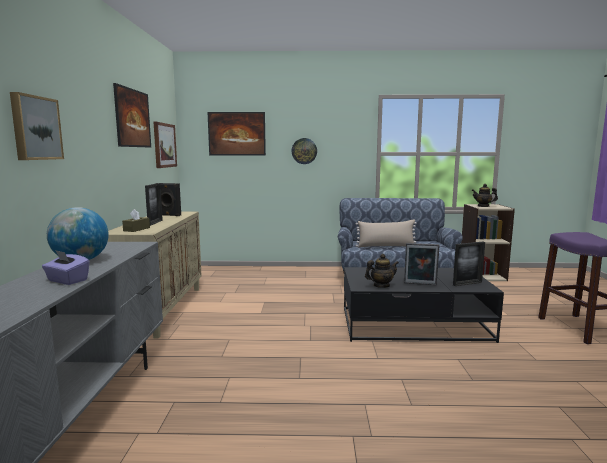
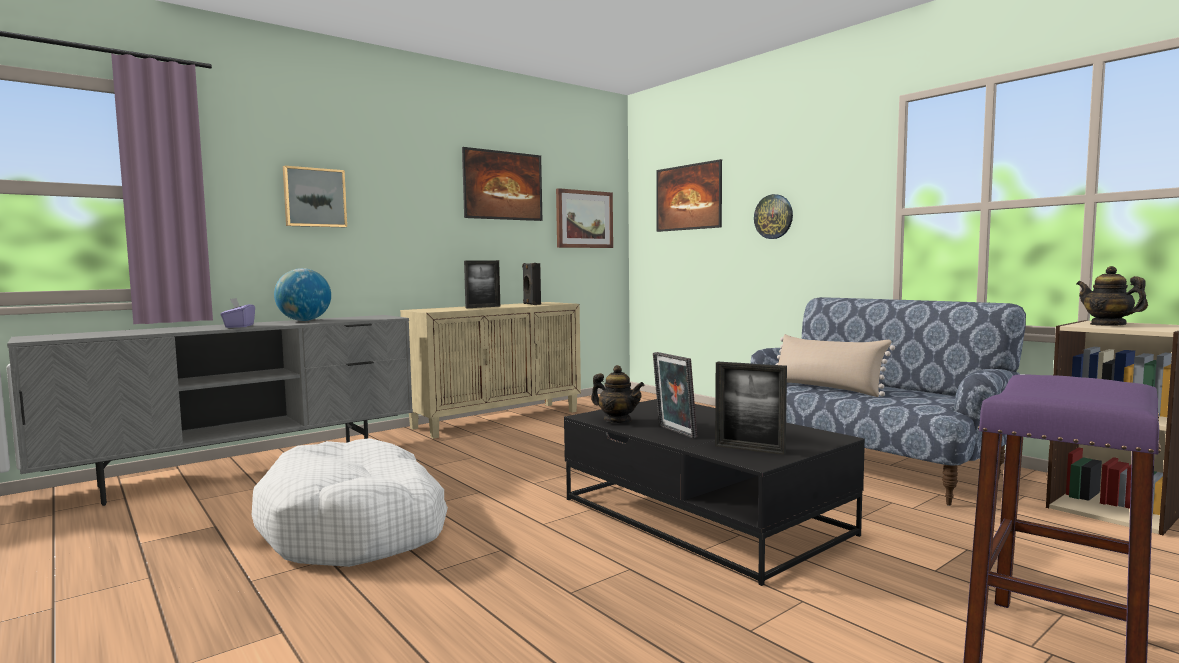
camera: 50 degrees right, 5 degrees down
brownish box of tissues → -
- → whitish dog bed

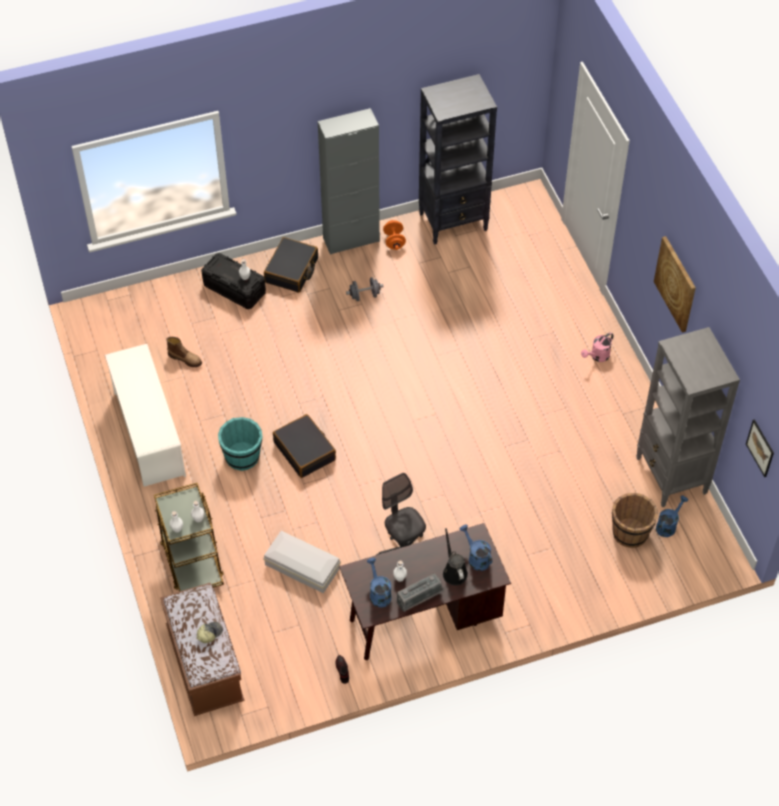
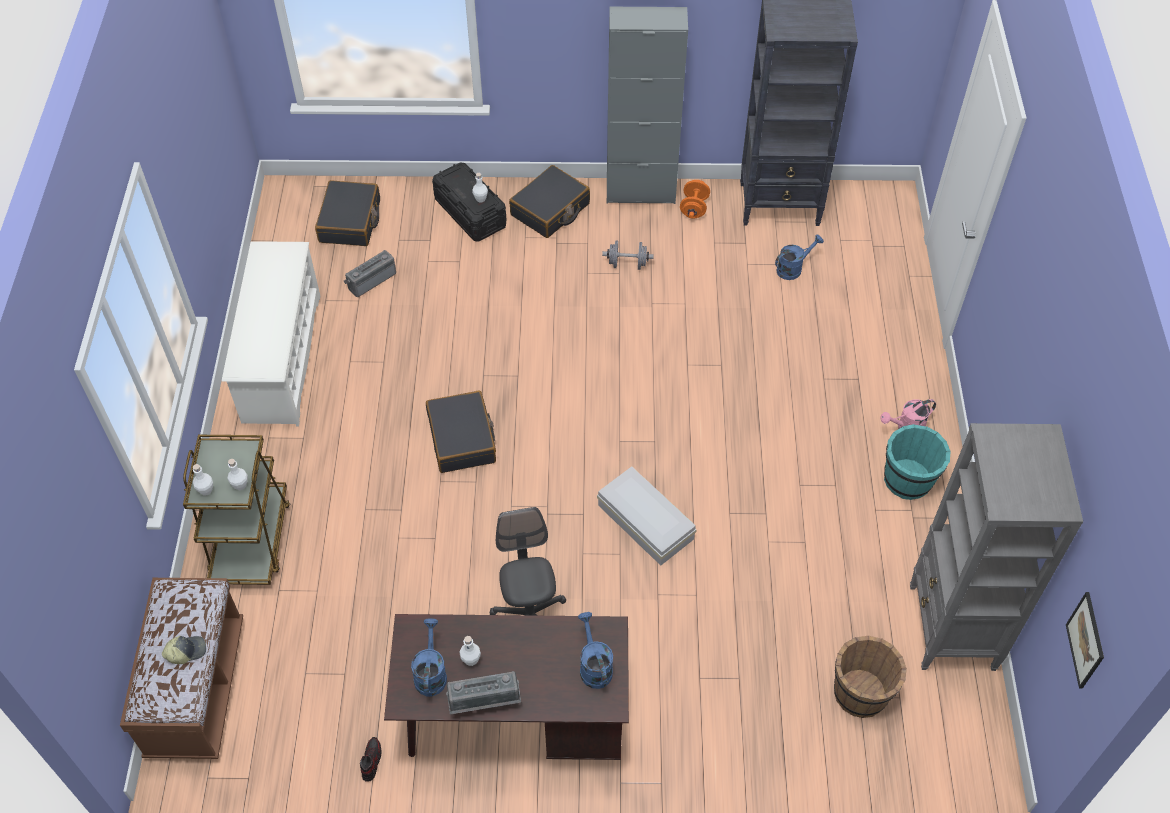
camera: 20 degrees right, 0 degrees up
boot → radio receiver (1st from left)
blue-green pail, moved
whitish storage container, moved
black watering pot → -
wall picture (1st from left) → -
bluish watering pot (3rd from left), moved
- → black piece of luggage (1st from left)

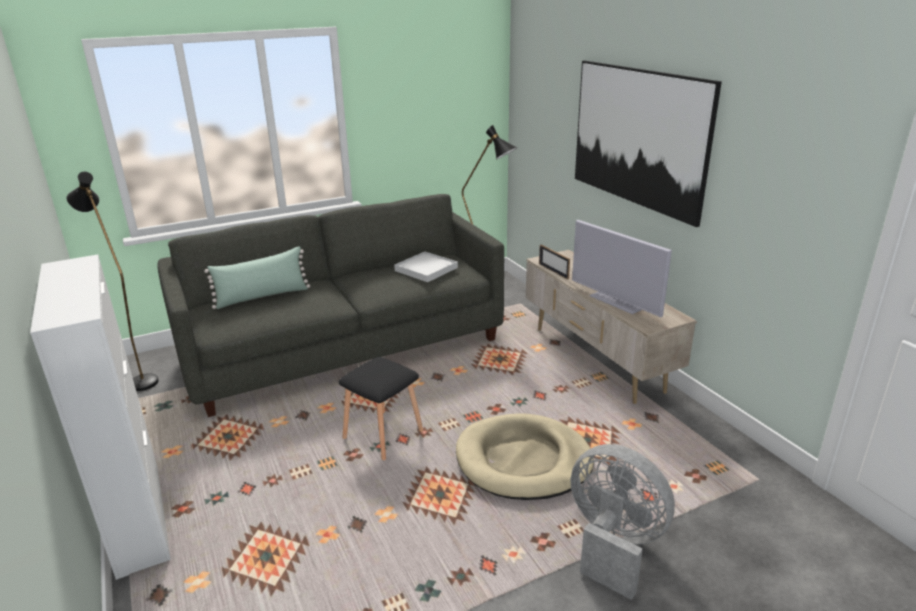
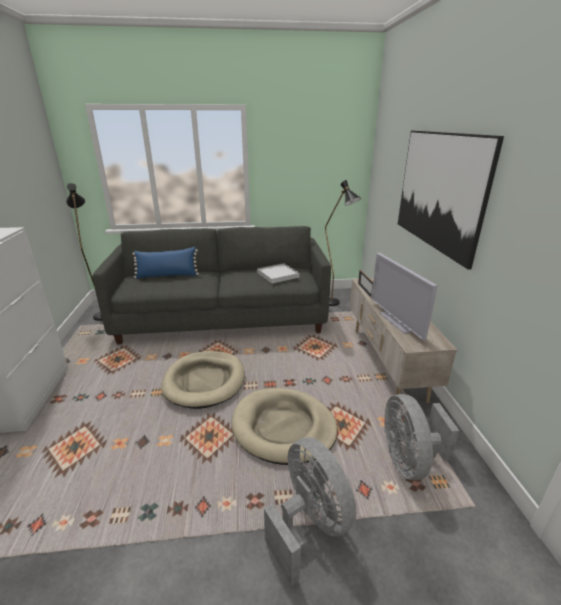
camera: 20 degrees right, 0 degrees up
greenish pillow → bluish pillow
black stool seat → beige dog bed (1st from left)
- → gray fan (2nd from left)

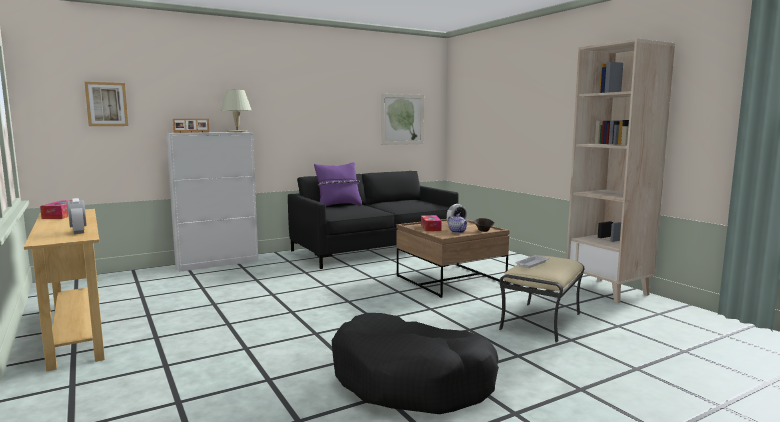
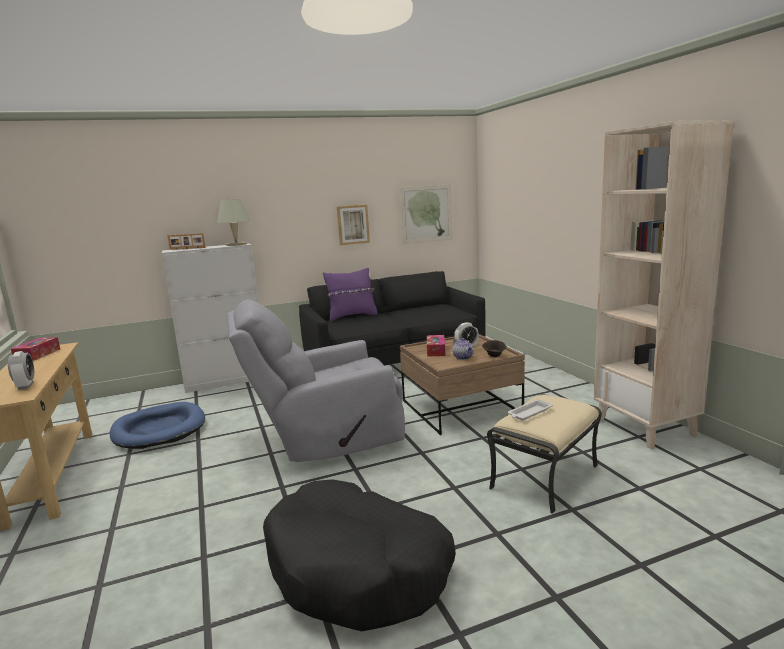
camera: 10 degrees right, 5 degrees up
wall picture (1st from left), moved
- → bluish dog bed
- → gray lounge chair

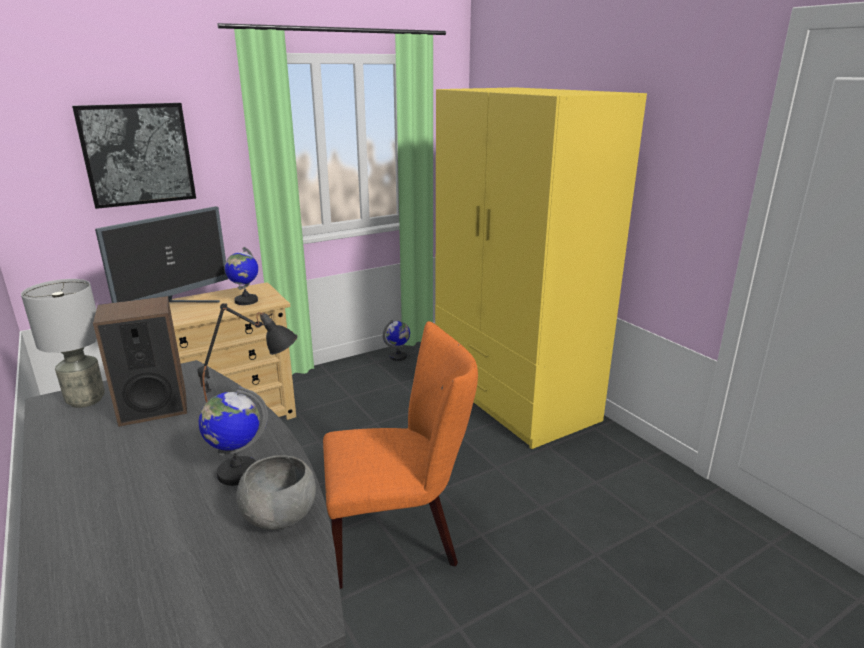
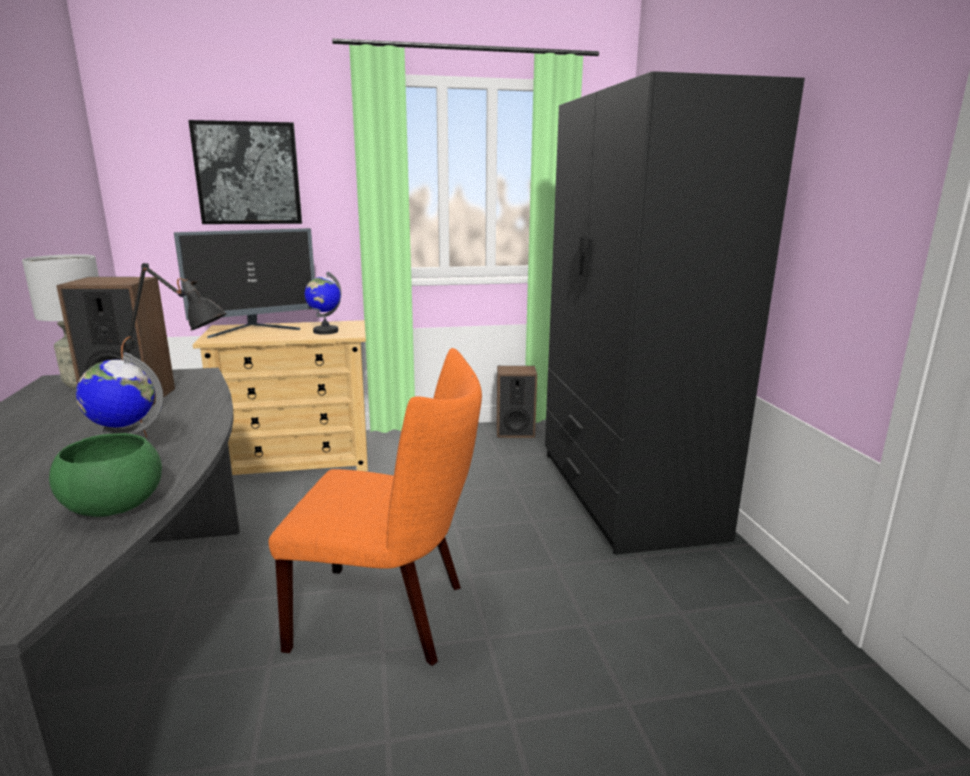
camera: 20 degrees right, 5 degrees down
gray bowl → greenish bowl
desk globe (3rd from left) → loudspeaker (2nd from left)
yellow-coloured wardrobe → black wardrobe

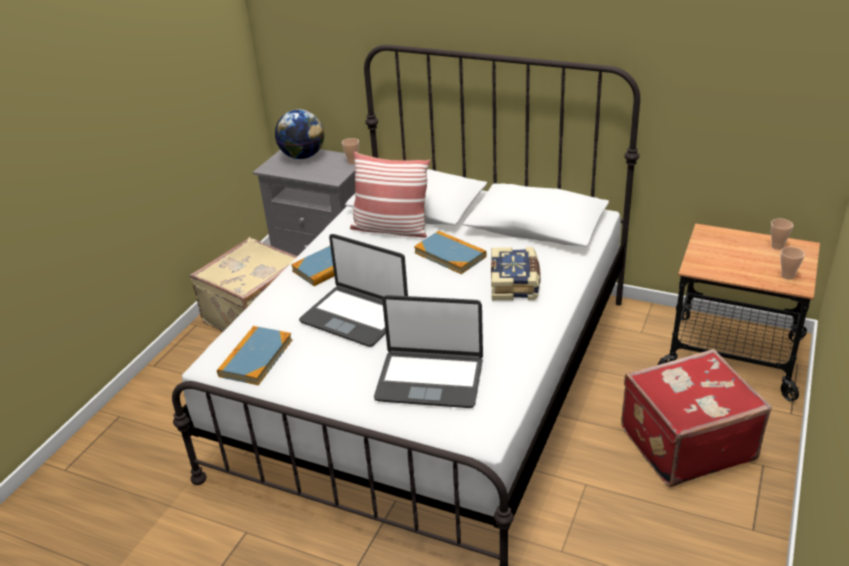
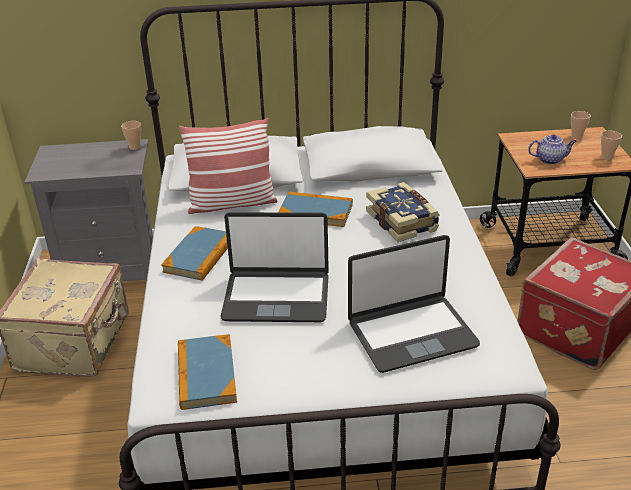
camera: 30 degrees left, 0 degrees up
desk globe → -
- → teapot

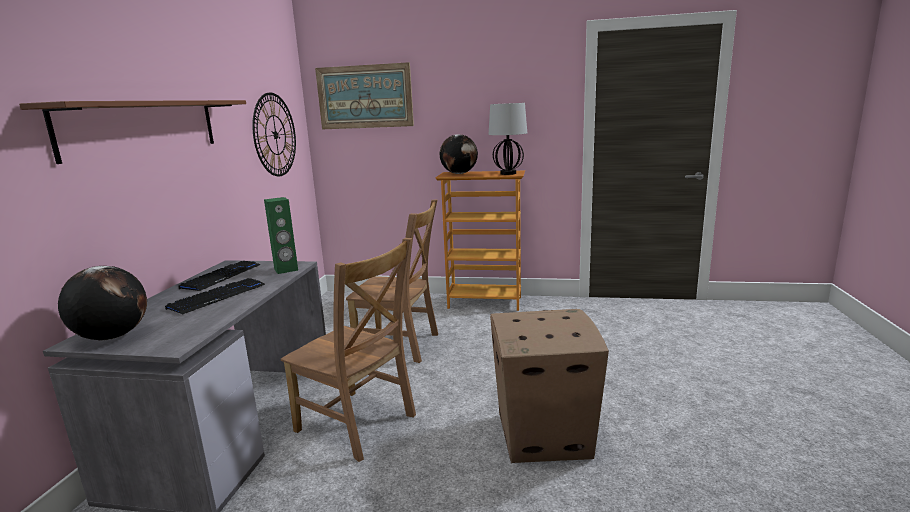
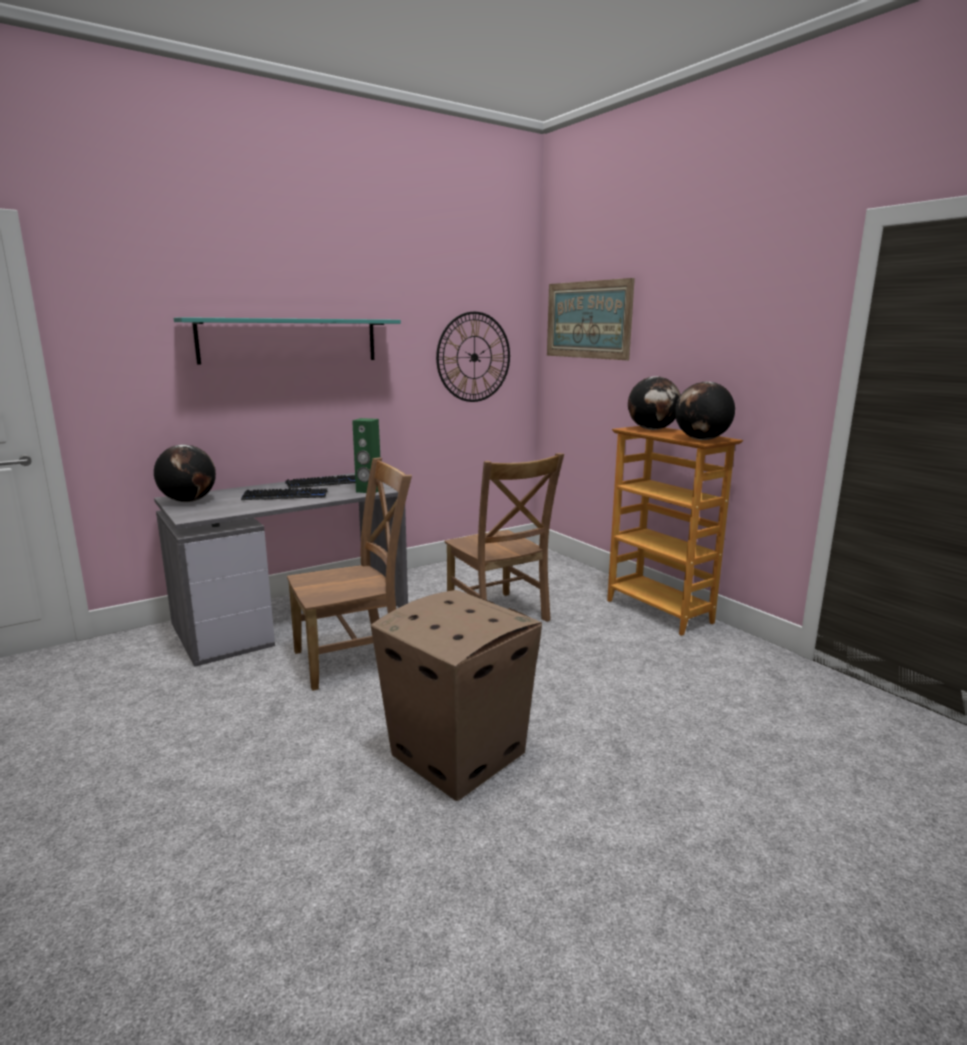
camera: 45 degrees right, 0 degrees up
brownish shelf → blue-green shelf
brownish chair (1st from left), 105 degrees counterclockwise
tabletop lamp → desk globe (3rd from left)

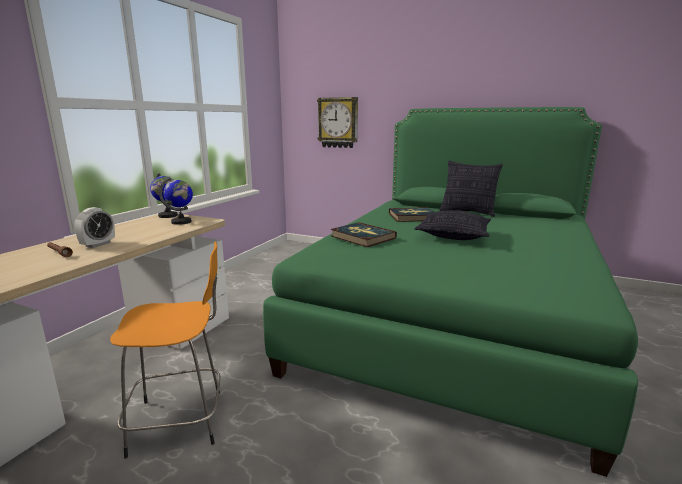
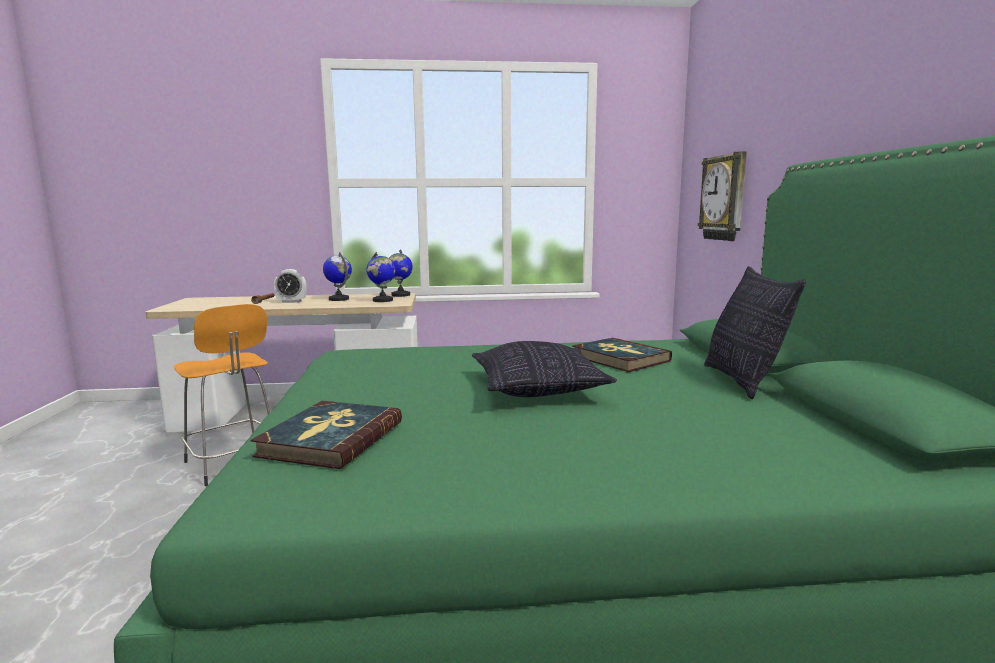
camera: 60 degrees right, 5 degrees down
book (1st from left), moved
- → desk globe (1st from left)

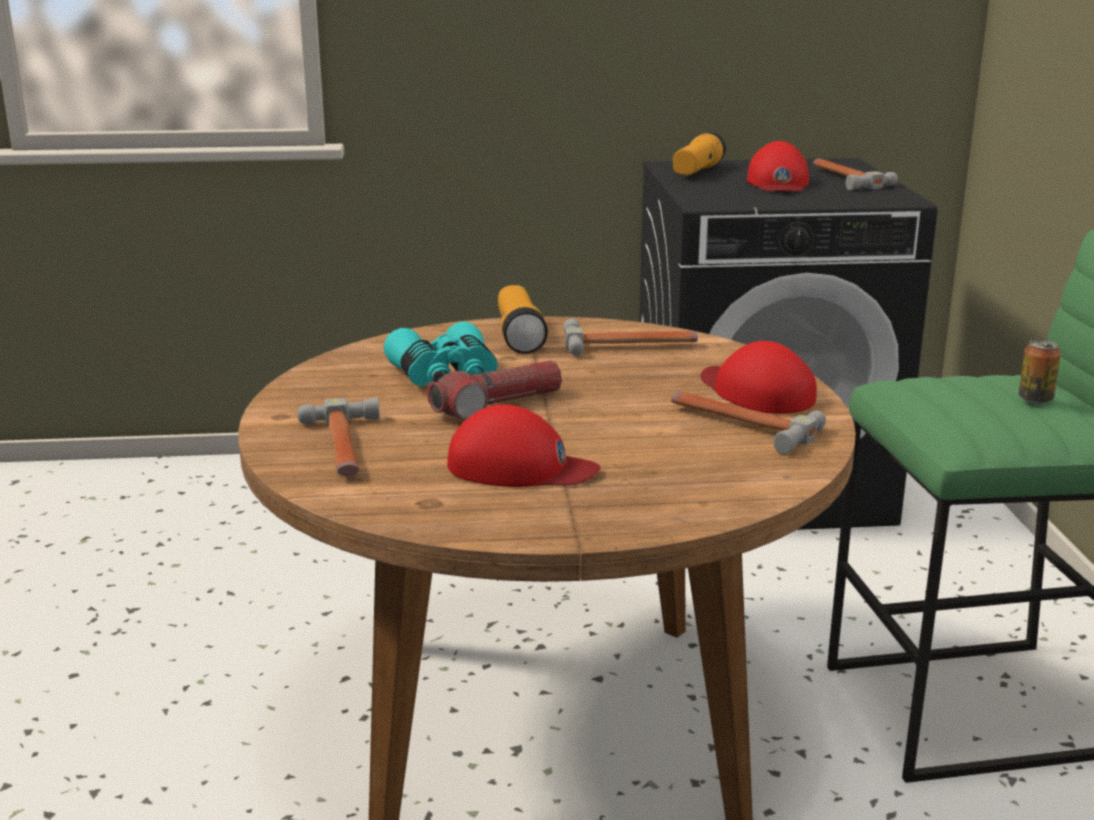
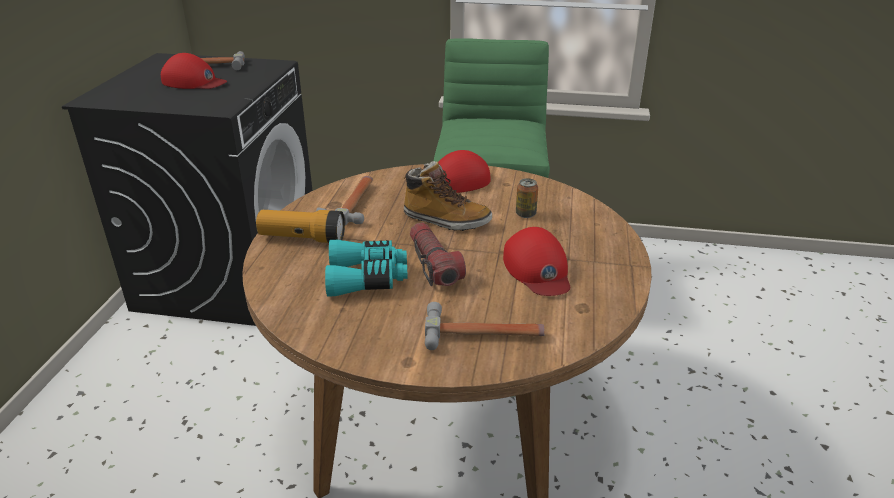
camera: 75 degrees left, 10 degrees up
red-coloured cap (1st from left in the first image) → red-coloured cap (3rd from left), 135 degrees clockwise
hammer (3rd from left) → -
flashlight (3rd from left) → -
metal can, moved
- → boot

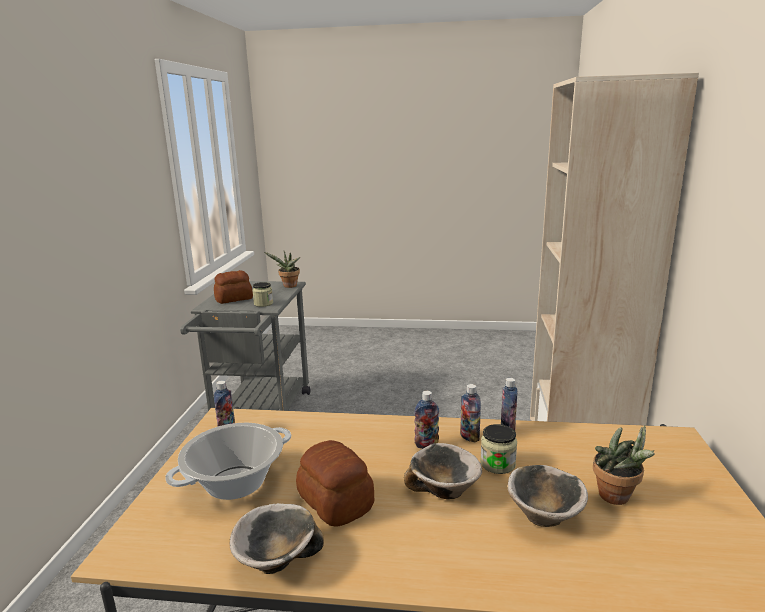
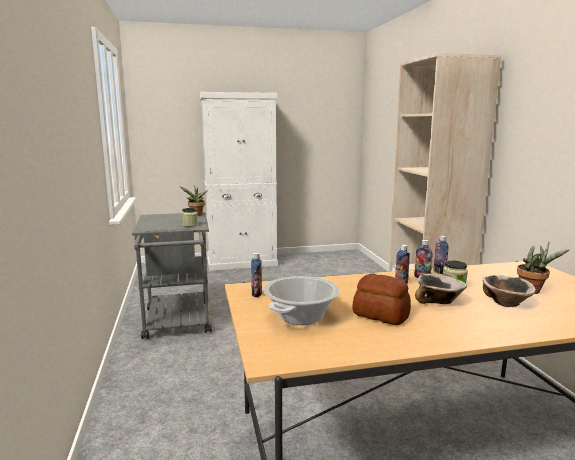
camera: 20 degrees left, 5 degrees down
baked bread (1st from left) → -
bowl (1st from left) → -
- → whitish storage cabinet

